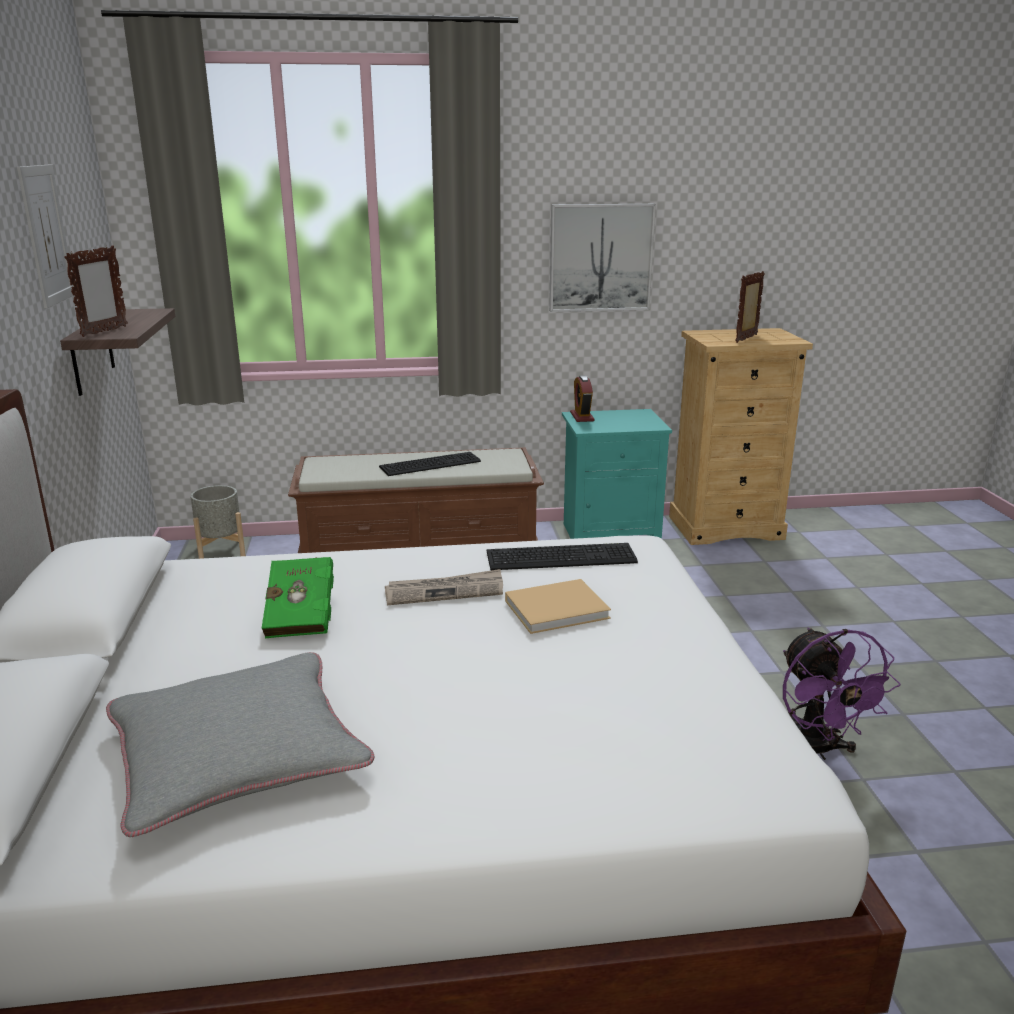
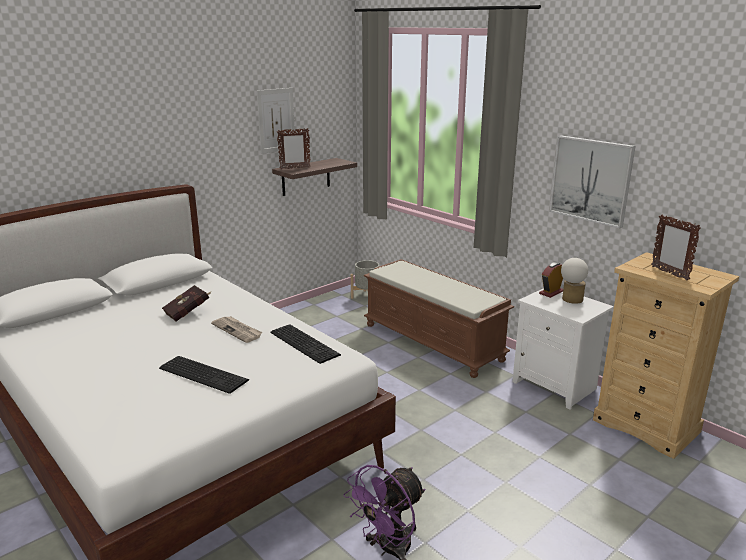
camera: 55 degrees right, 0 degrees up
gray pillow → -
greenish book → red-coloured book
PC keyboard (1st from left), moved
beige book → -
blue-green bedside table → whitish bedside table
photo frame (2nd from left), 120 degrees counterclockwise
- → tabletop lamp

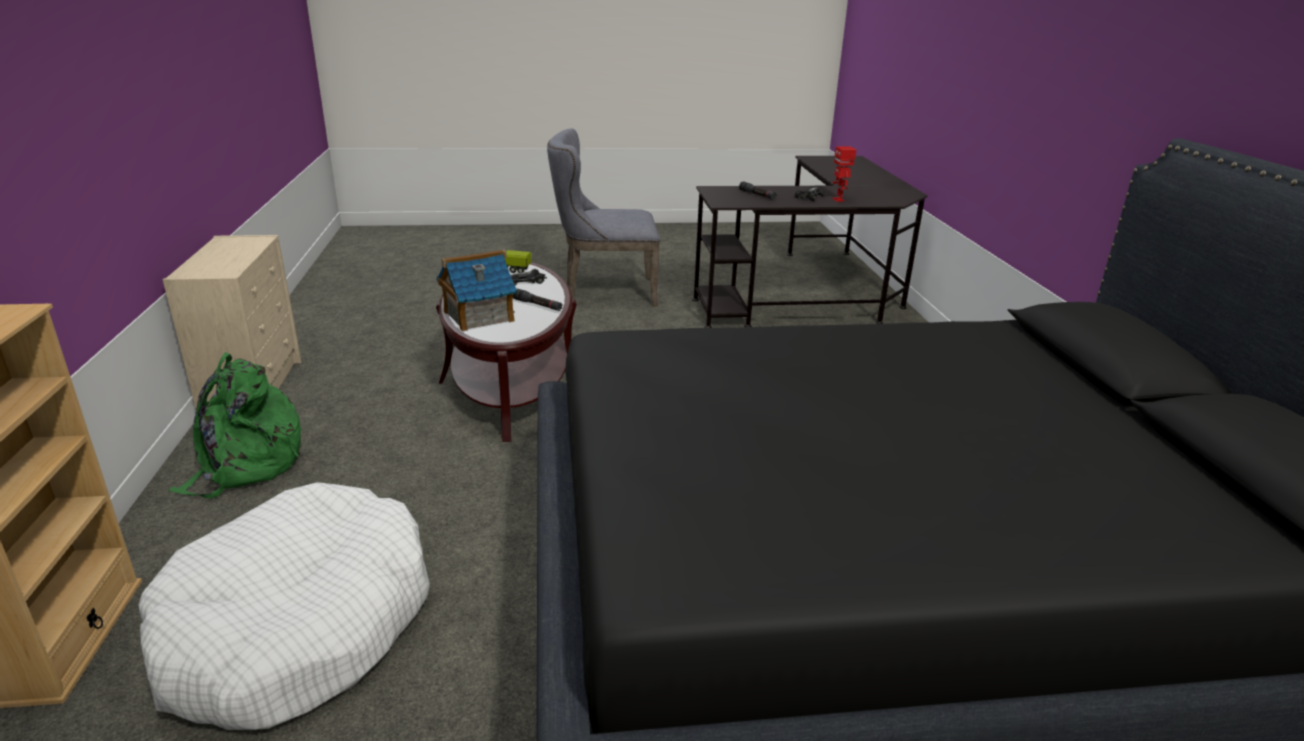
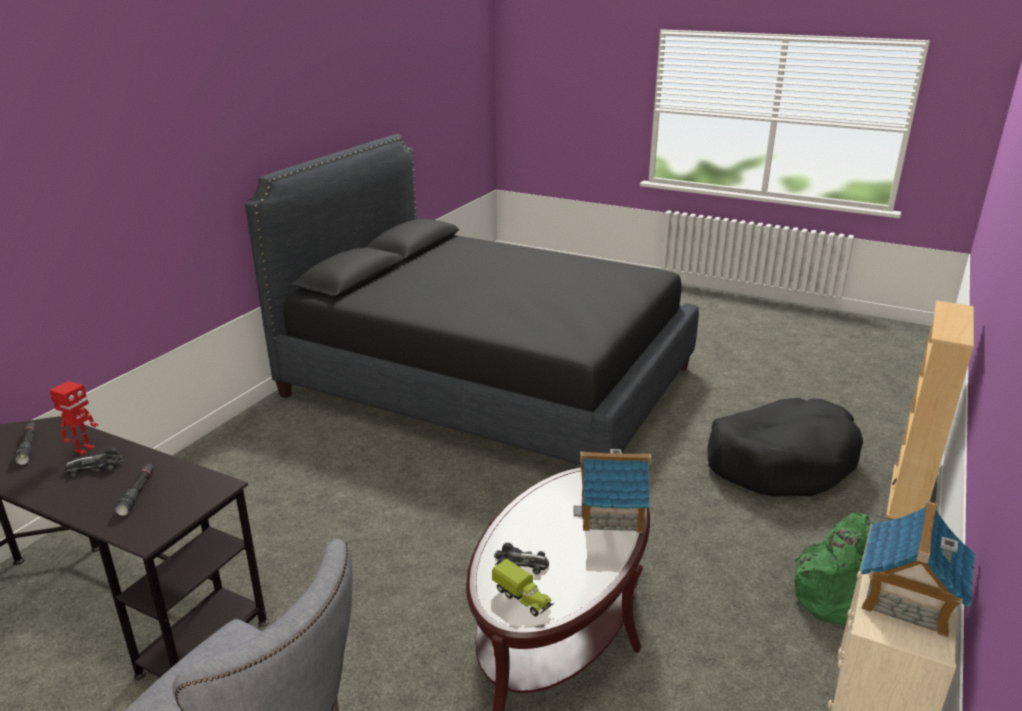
camera: 145 degrees left, 0 degrees up
whitish dog bed → black dog bed
black flashlight (1st from left), moved
- → toy house (2nd from left)

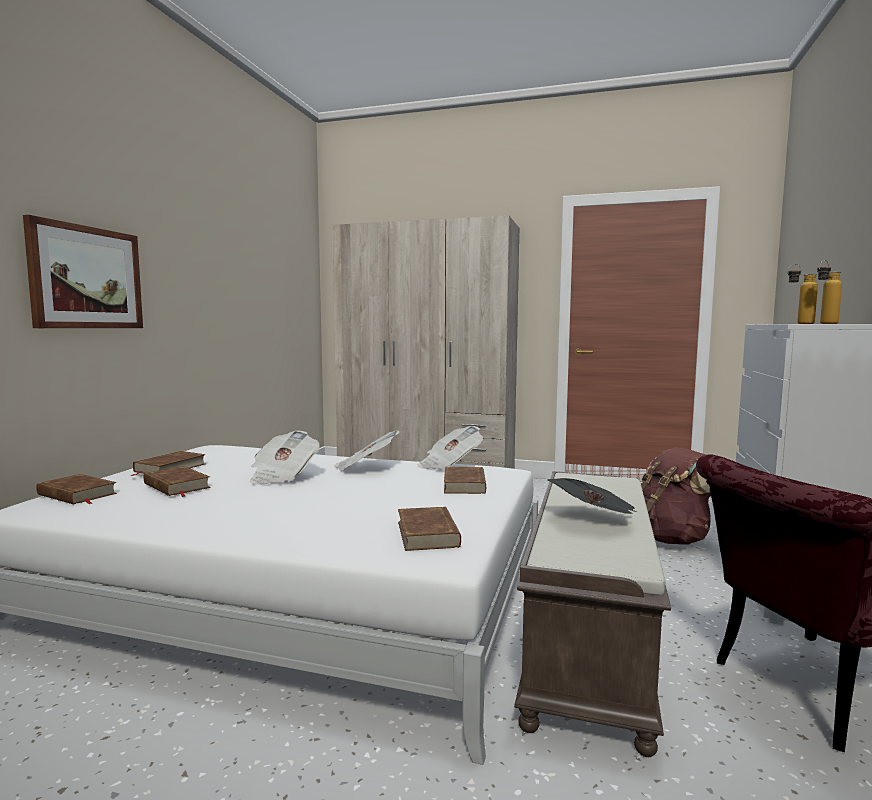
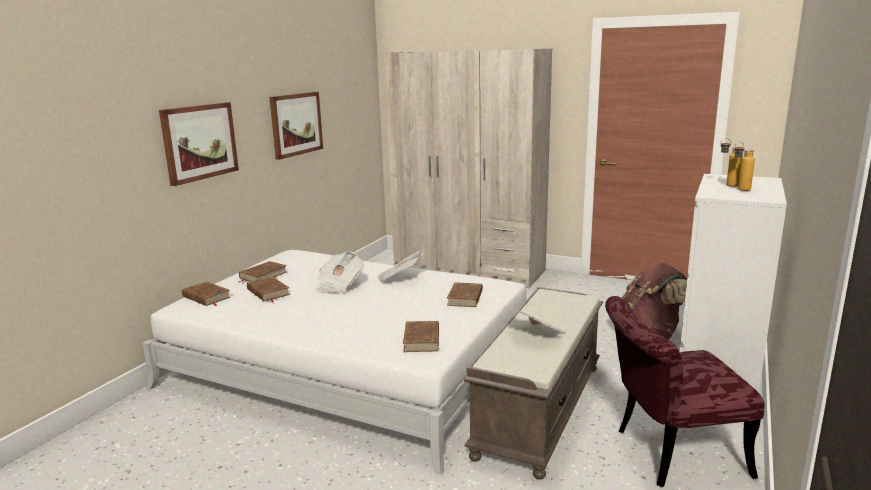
camera: 10 degrees right, 10 degrees up
daily paper (3rd from left) → -
- → wall picture (2nd from left)

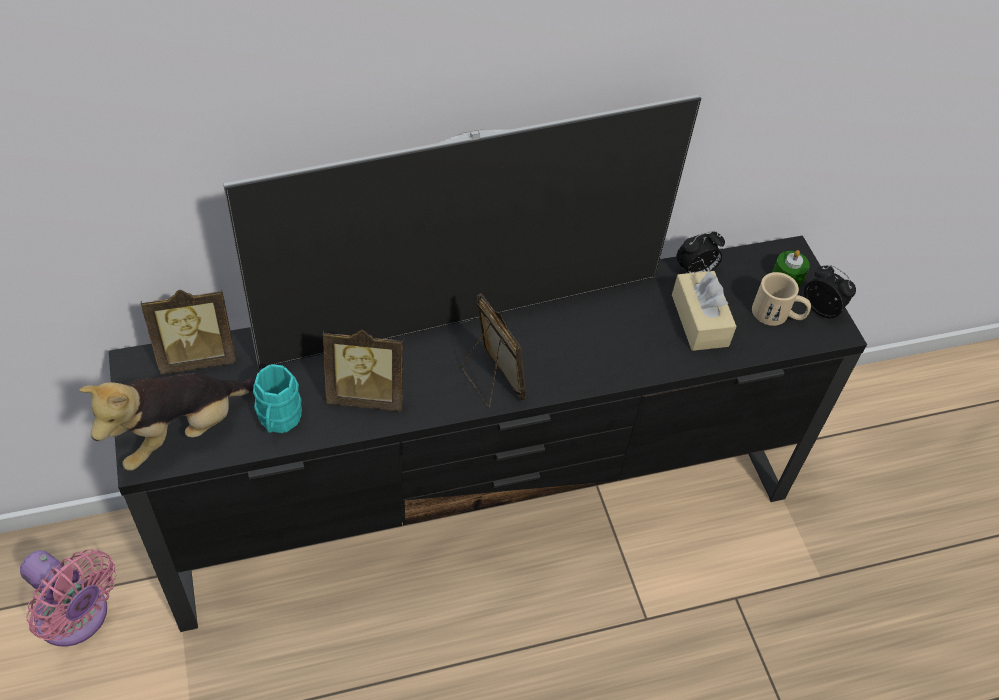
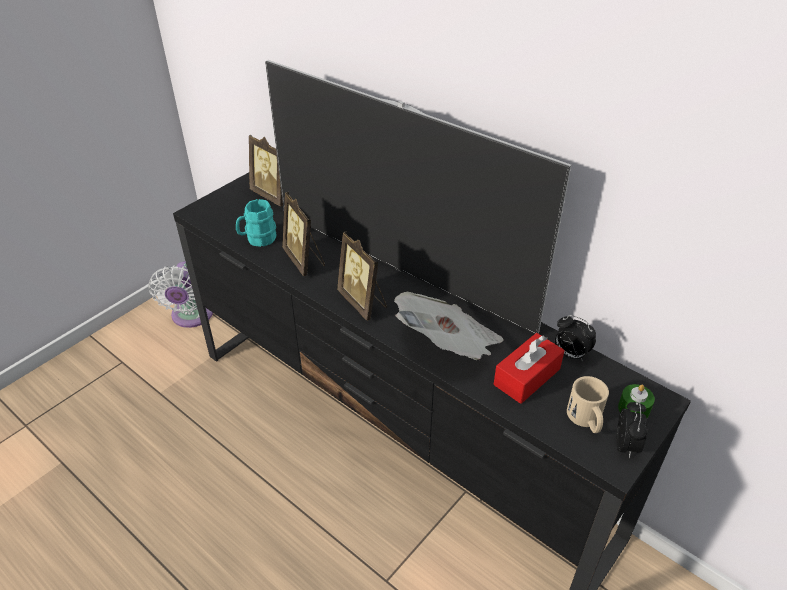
camera: 60 degrees right, 10 degrees down
pink-coloured fan → whitish fan
plush toy → -
photo frame (3rd from left), 120 degrees clockwise
beige box of tissues → red-coloured box of tissues
- → daily paper

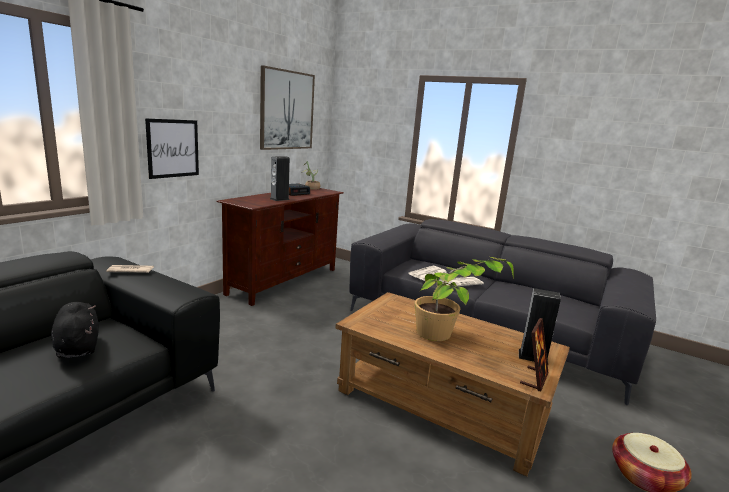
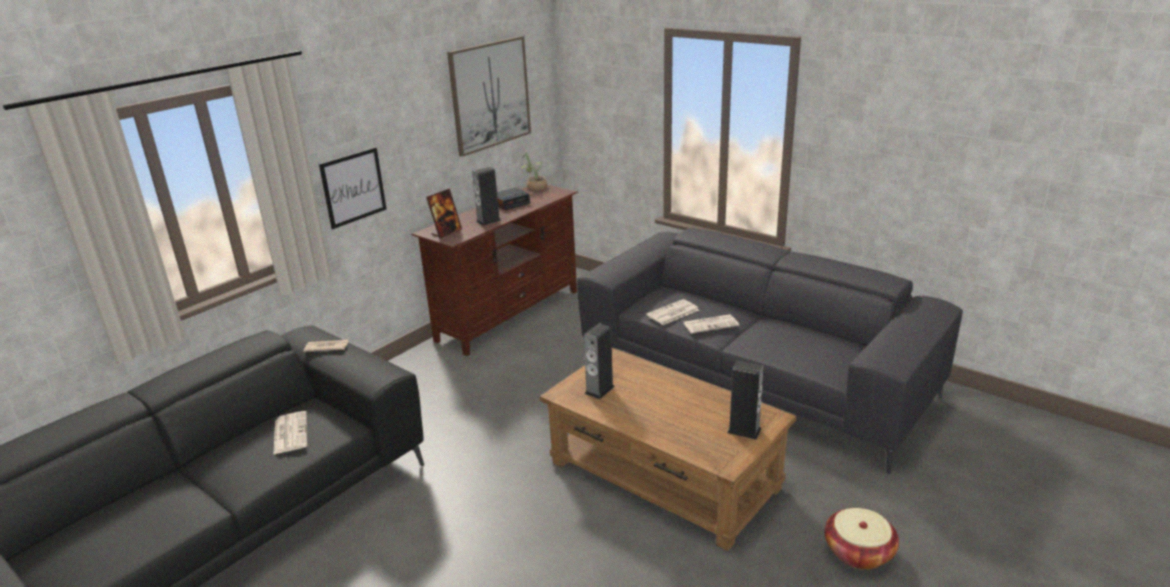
camera: 10 degrees right, 10 degrees up
black plush toy → daily paper (1st from left)
houseplant (2nd from left) → -
photo frame, moved
- → loudspeaker (2nd from left)

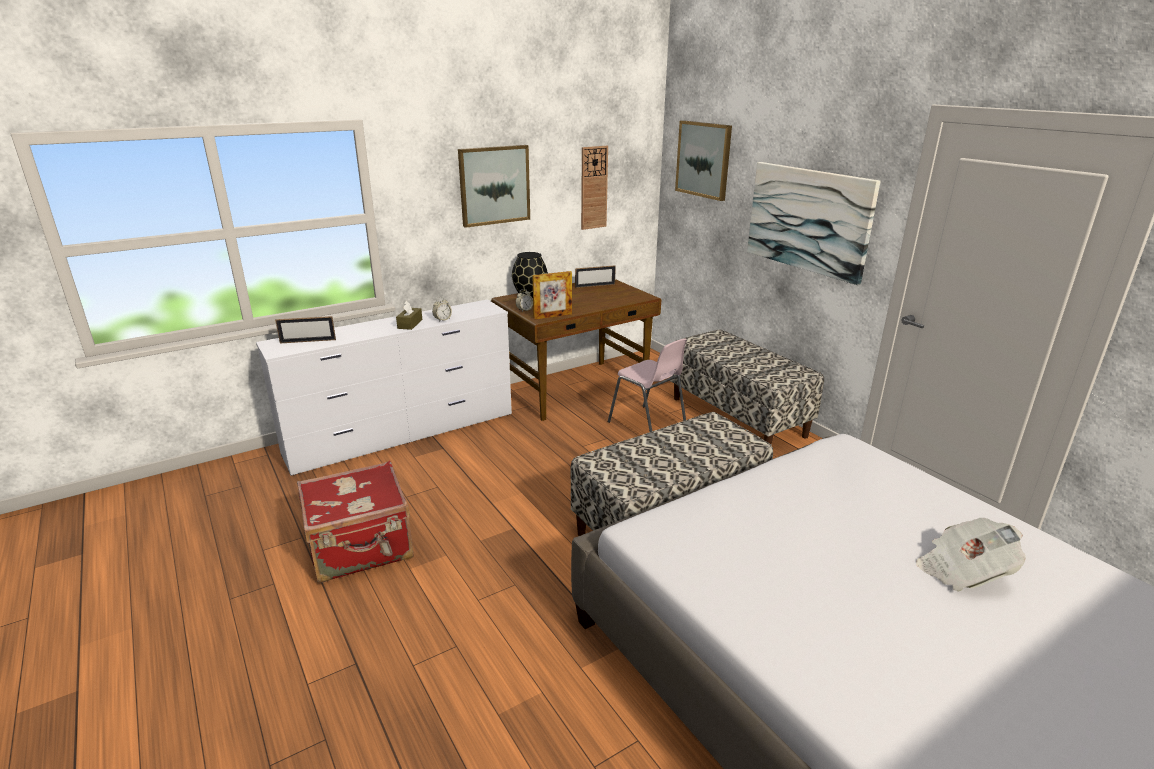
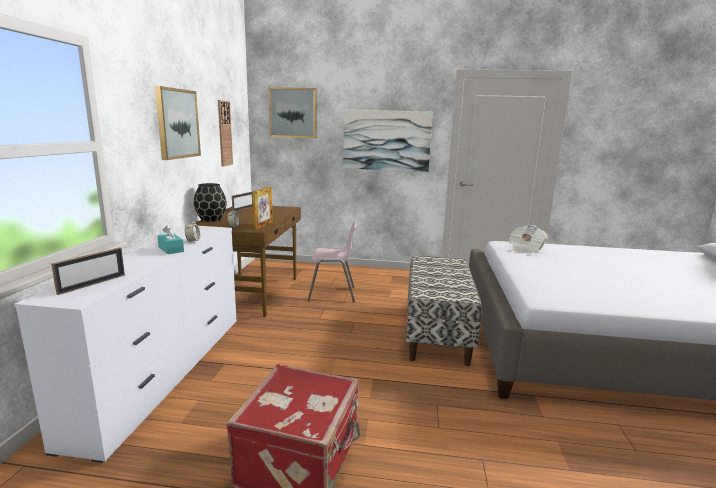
camera: 50 degrees left, 10 degrees down
brownish box of tissues → blue-green box of tissues
bench (2nd from left) → -
daily paper, moved

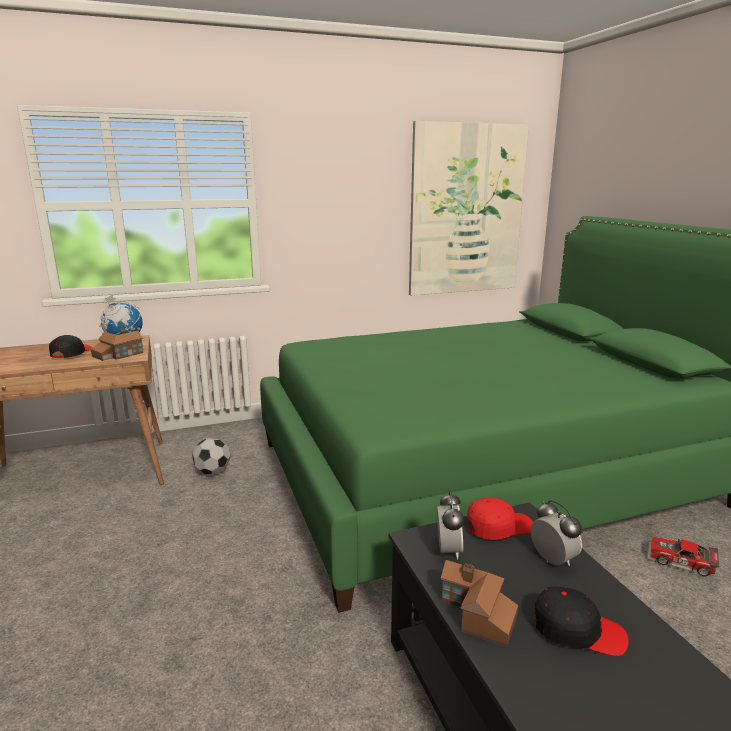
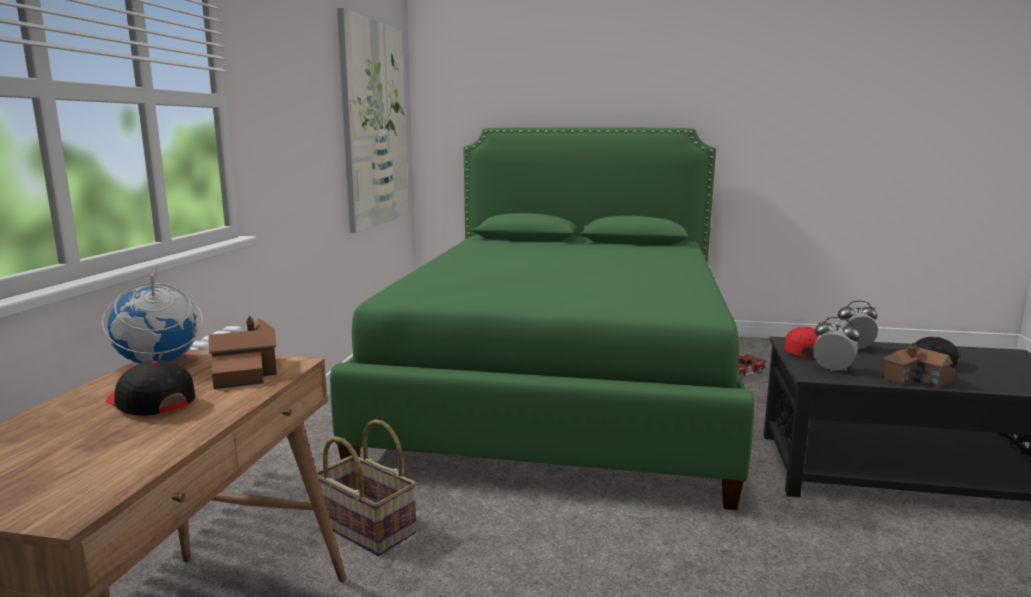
camera: 60 degrees left, 5 degrees down
football → basket

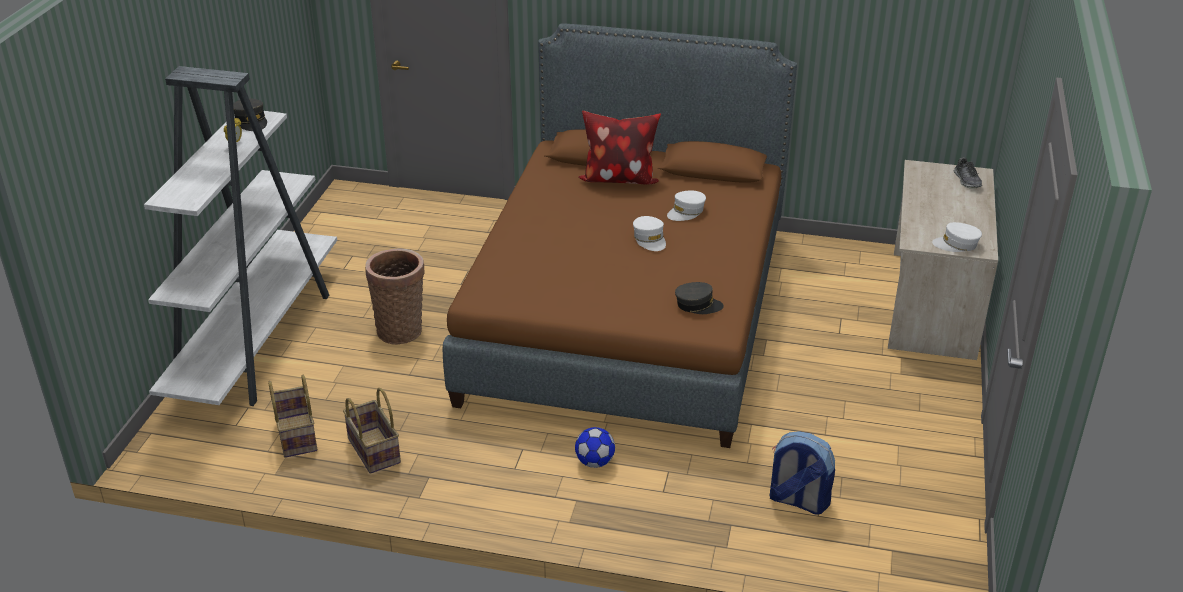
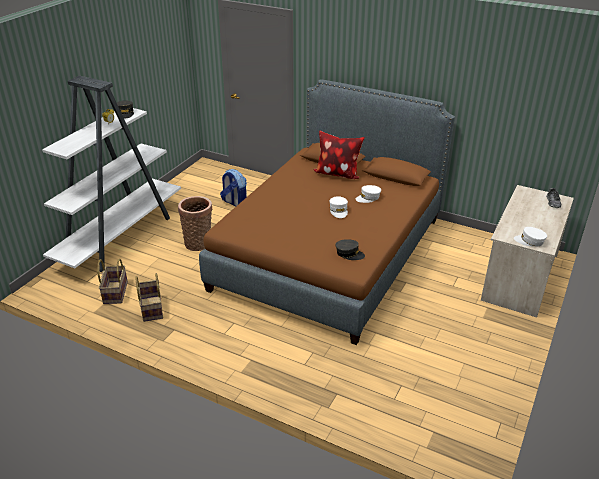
camera: 15 degrees right, 0 degrees up
football → -
backpack, moved

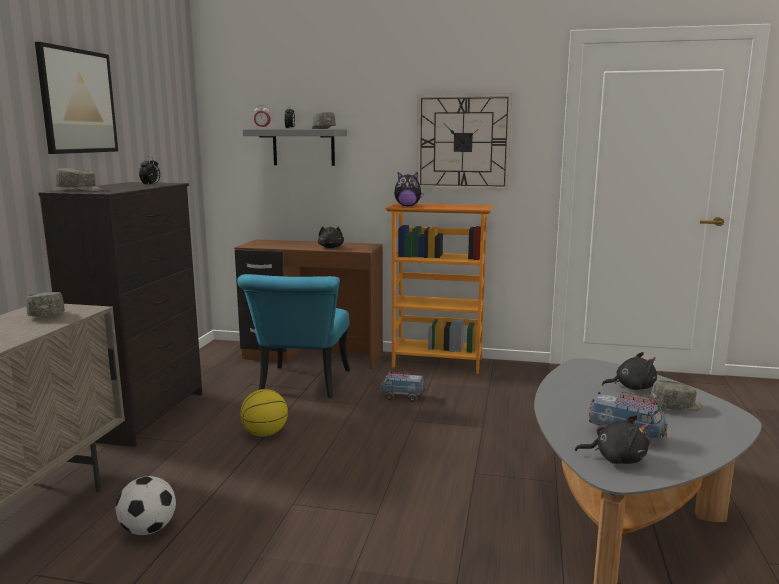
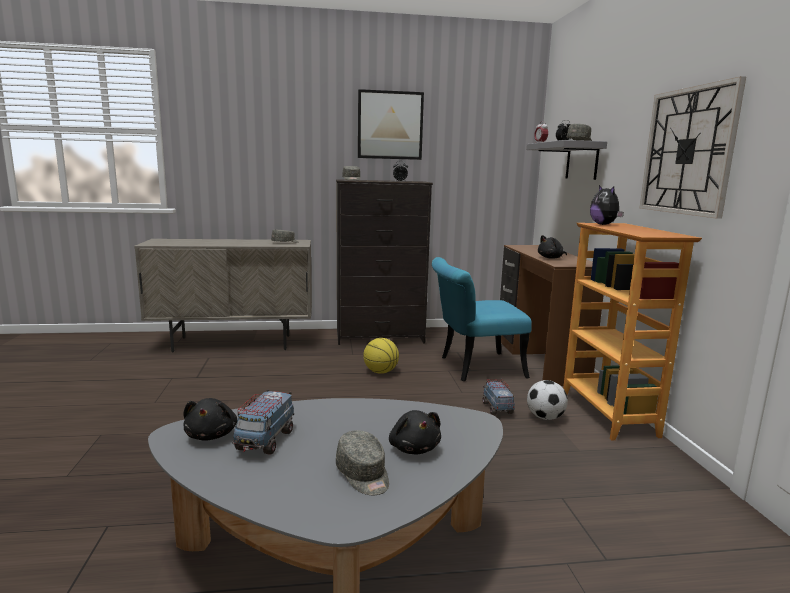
camera: 70 degrees right, 0 degrees up
football, moved

